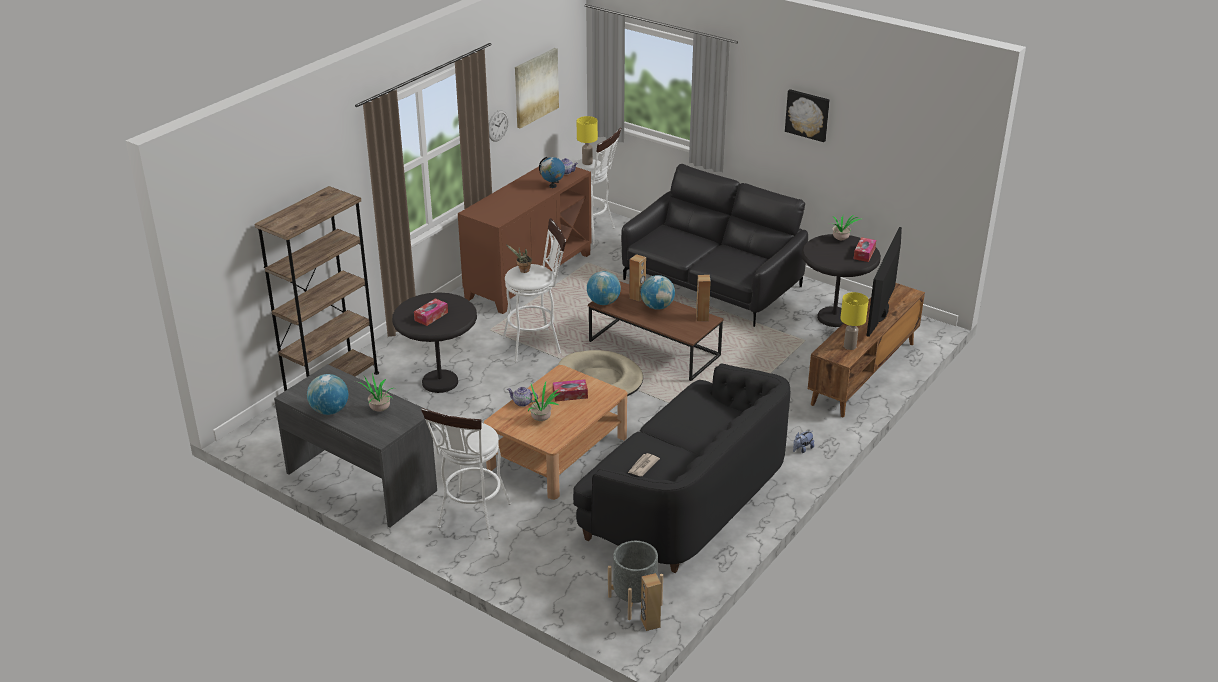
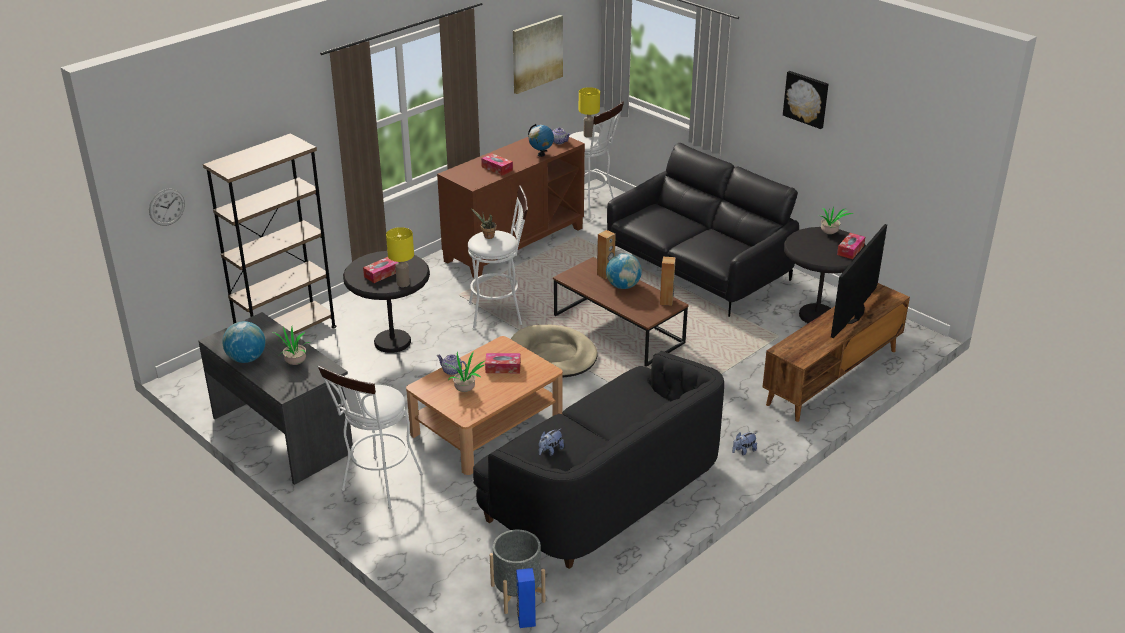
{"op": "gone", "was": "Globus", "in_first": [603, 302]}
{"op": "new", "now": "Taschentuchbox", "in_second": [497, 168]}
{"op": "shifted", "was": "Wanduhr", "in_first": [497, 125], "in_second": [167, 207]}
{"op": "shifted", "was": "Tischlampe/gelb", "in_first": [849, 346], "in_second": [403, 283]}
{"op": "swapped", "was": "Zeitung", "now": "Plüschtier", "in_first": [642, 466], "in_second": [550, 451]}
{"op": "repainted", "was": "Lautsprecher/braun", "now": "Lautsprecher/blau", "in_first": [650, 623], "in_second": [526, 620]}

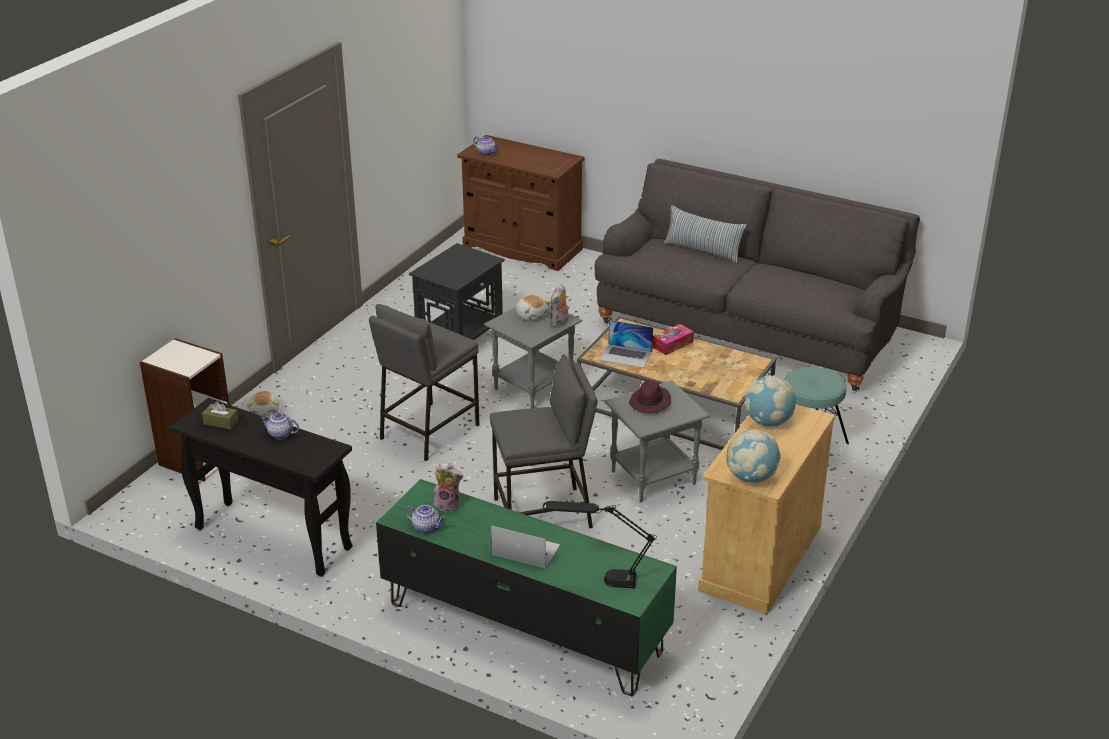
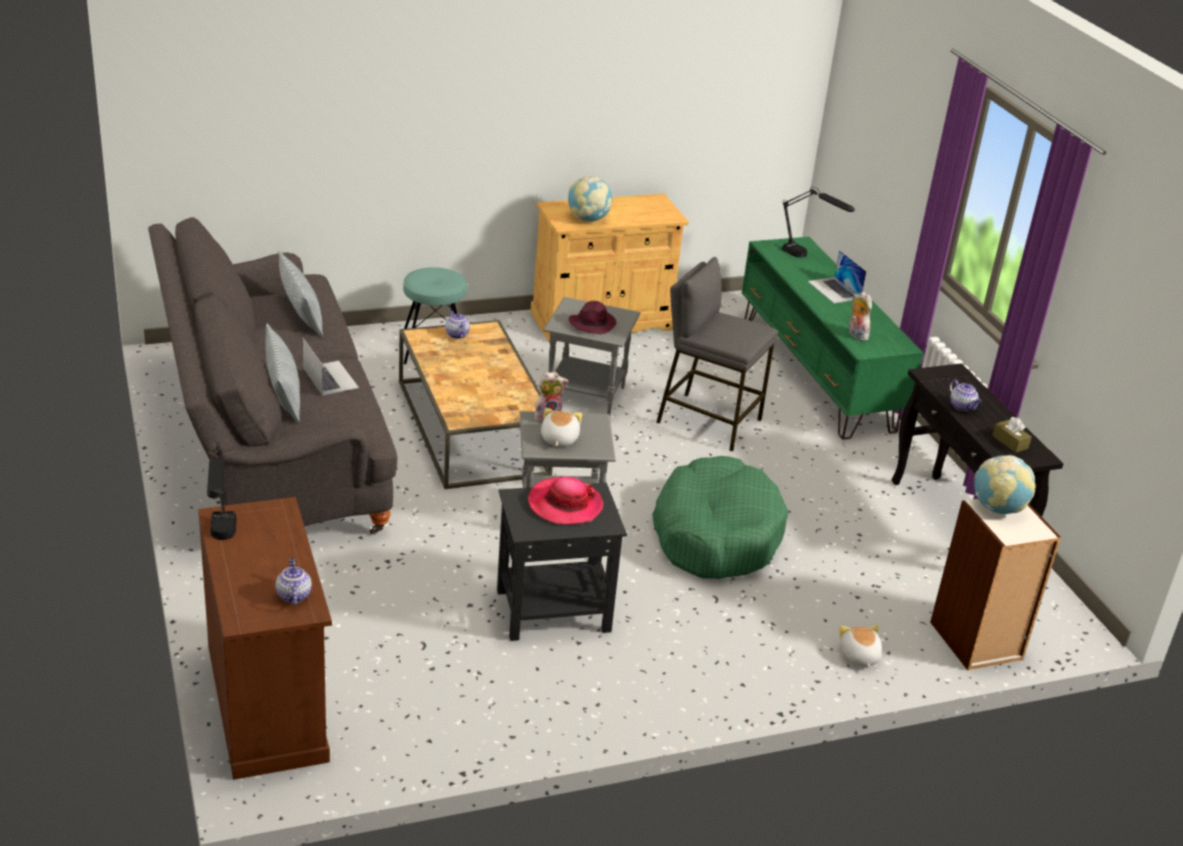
{"op": "gone", "was": "Taschentuchbox", "in_first": [672, 344]}
{"op": "new", "now": "Tischlampe/schwarz", "in_second": [222, 543]}
{"op": "new", "now": "Kissen", "in_second": [301, 313]}
{"op": "new", "now": "Hut", "in_second": [565, 504]}
{"op": "shifted", "was": "Teekanne", "in_first": [426, 527], "in_second": [456, 334]}
{"op": "shifted", "was": "Laptop", "in_first": [626, 356], "in_second": [330, 377]}
{"op": "shifted", "was": "Globus", "in_first": [751, 477], "in_second": [997, 508]}
{"op": "swapped", "was": "Hocker/grau", "now": "Hundebett/grün", "in_first": [428, 431], "in_second": [716, 535]}
{"op": "rotated", "was": "Plüschtier", "in_first": [265, 411], "in_second": [859, 656], "clockwise": -45}

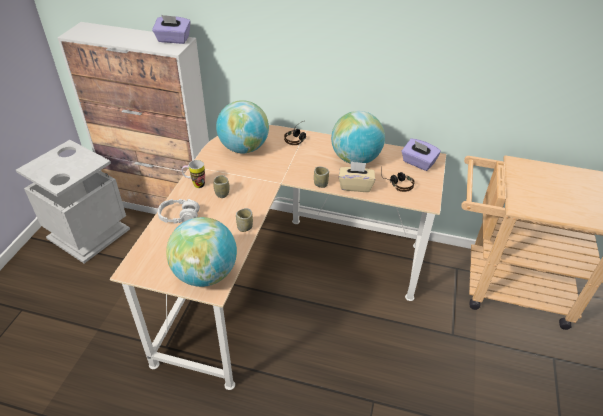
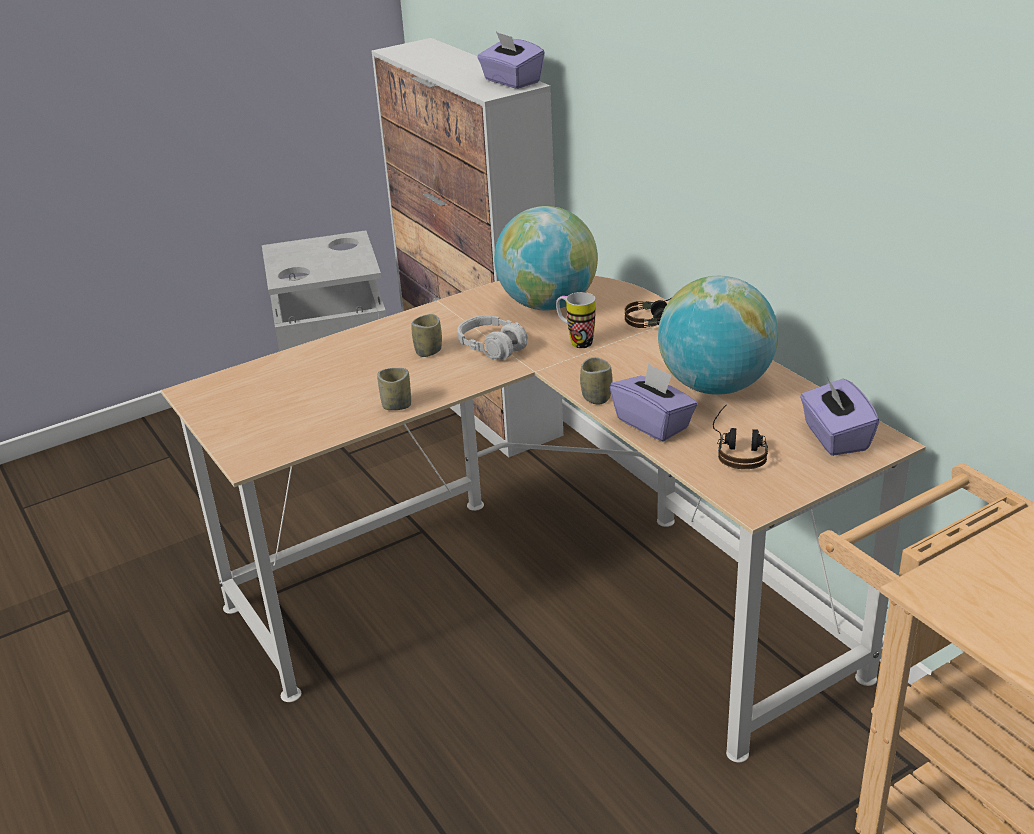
{"op": "gone", "was": "Globus", "in_first": [205, 274]}
{"op": "shifted", "was": "Kopfhörer/grau", "in_first": [179, 216], "in_second": [492, 347]}
{"op": "shifted", "was": "Henkelbecher", "in_first": [195, 185], "in_second": [575, 341]}
{"op": "repainted", "was": "Taschentuchbox/beige", "now": "Taschentuchbox/lila", "in_first": [355, 186], "in_second": [653, 423]}

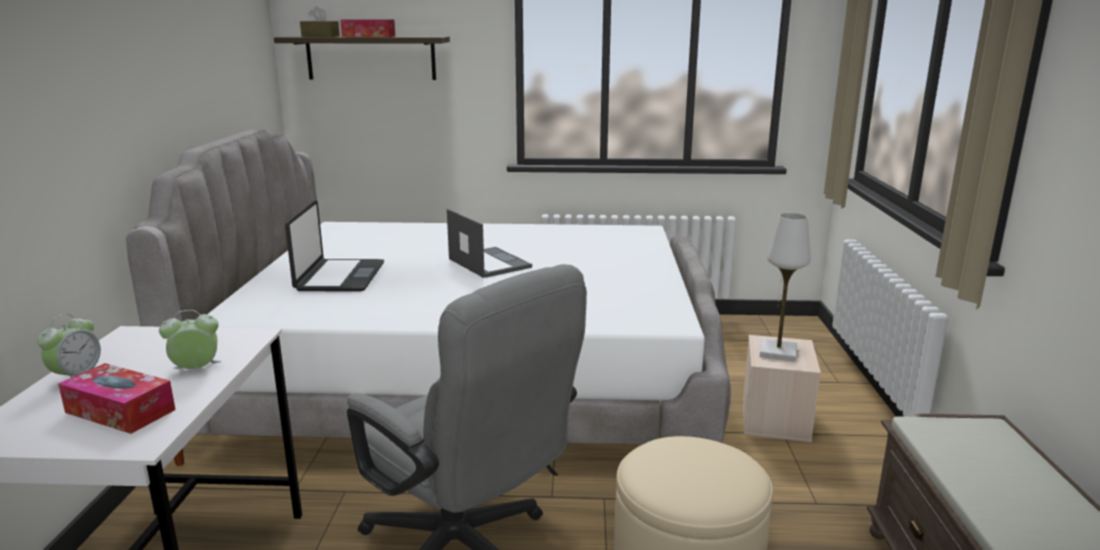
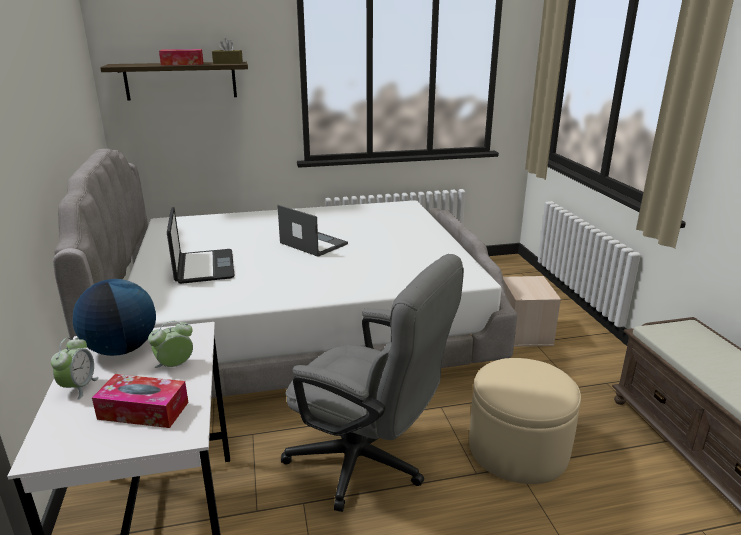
{"op": "gone", "was": "Tischlampe/weiß", "in_first": [778, 352]}
{"op": "new", "now": "Globus", "in_second": [122, 349]}
{"op": "shifted", "was": "Taschentuchbox/braun", "in_first": [320, 36], "in_second": [228, 63]}

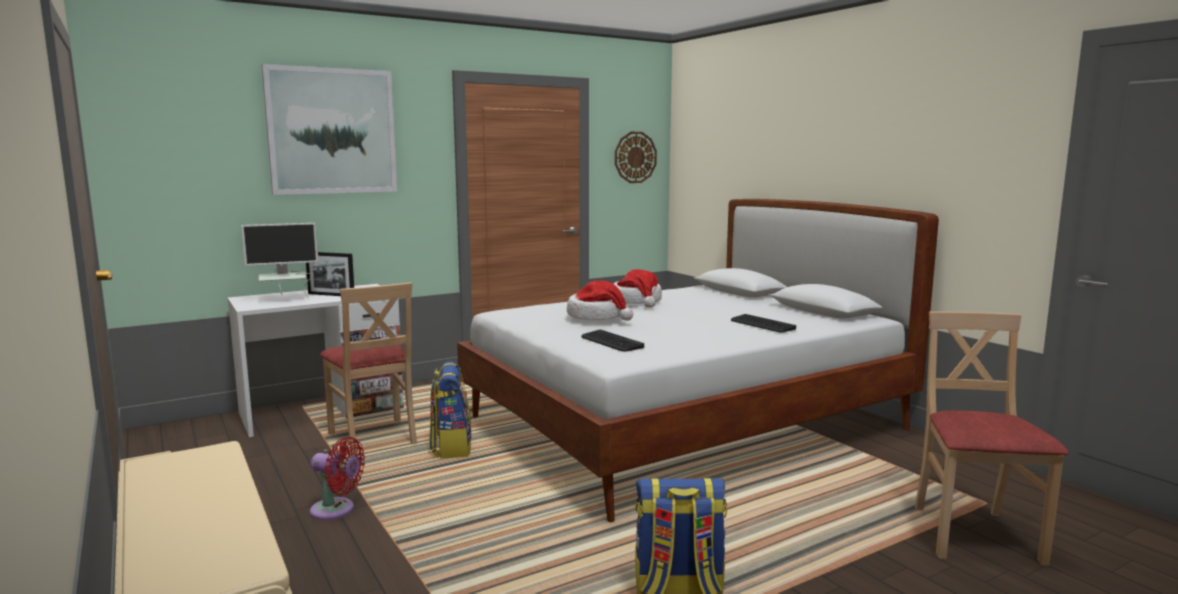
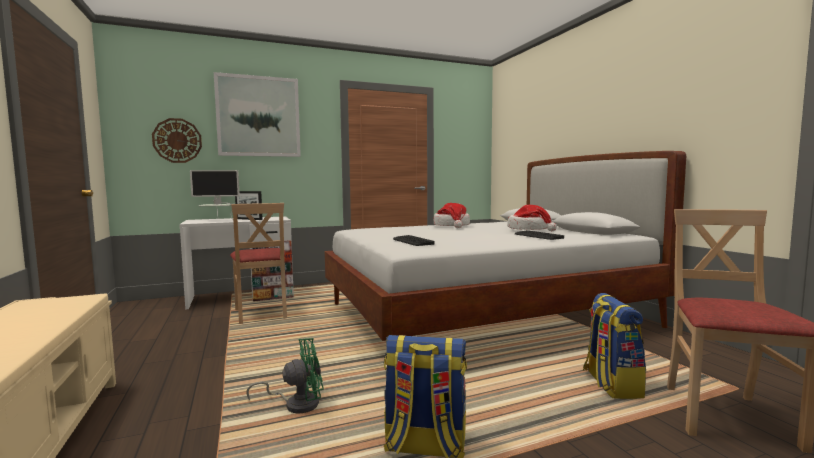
{"op": "gone", "was": "Ventilator/rot", "in_first": [336, 510]}
{"op": "new", "now": "Ventilator/grün", "in_second": [296, 404]}
{"op": "shifted", "was": "Rucksack", "in_first": [451, 447], "in_second": [611, 384]}
{"op": "shifted", "was": "Hut", "in_first": [597, 316], "in_second": [529, 229]}
{"op": "shifted", "was": "Wanduhr", "in_first": [635, 157], "in_second": [177, 140]}

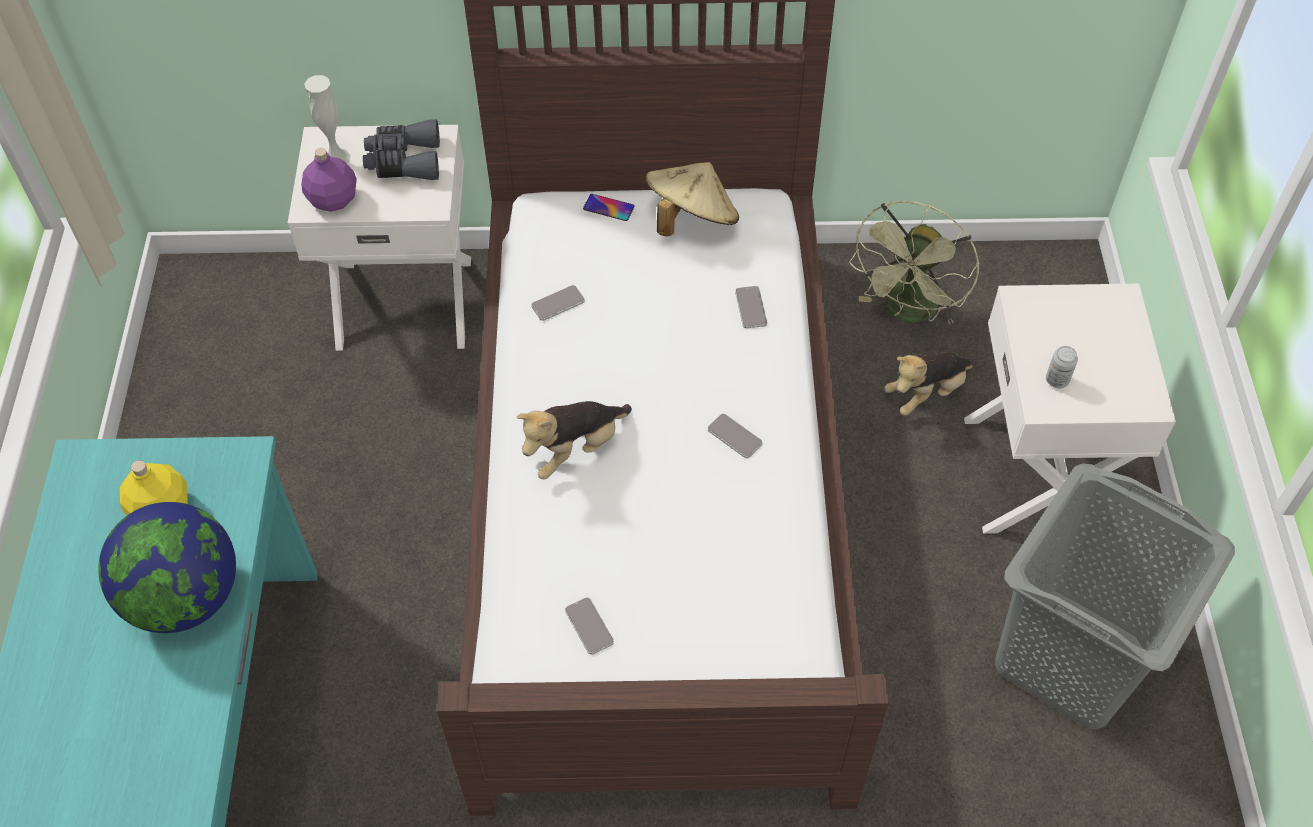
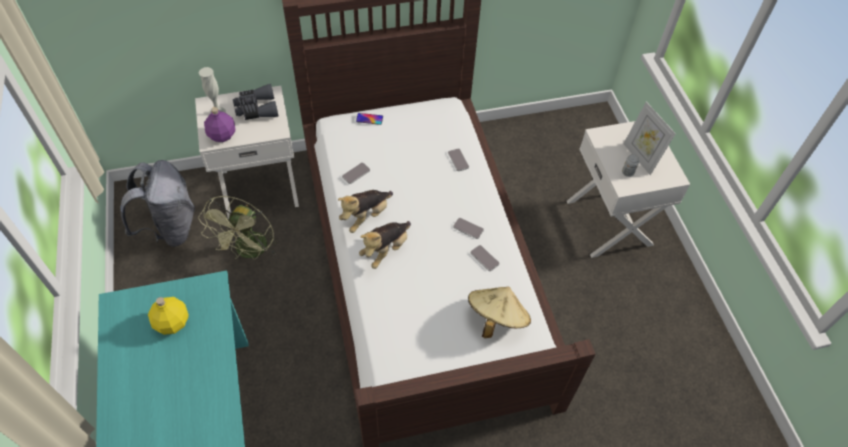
{"op": "gone", "was": "Globus", "in_first": [185, 597]}
{"op": "gone", "was": "Wäschekorb/grau", "in_first": [1072, 657]}
{"op": "new", "now": "Rucksack/grau", "in_second": [170, 228]}
{"op": "new", "now": "Bilderrahmen", "in_second": [640, 157]}
{"op": "shifted", "was": "Handy", "in_first": [589, 626], "in_second": [484, 258]}
{"op": "shifted", "was": "Hut/beige", "in_first": [691, 219], "in_second": [496, 318]}
{"op": "shifted", "was": "Ventilator/grün", "in_first": [908, 312], "in_second": [249, 252]}
{"op": "shifted", "was": "Plüschtier", "in_first": [926, 393], "in_second": [366, 216]}

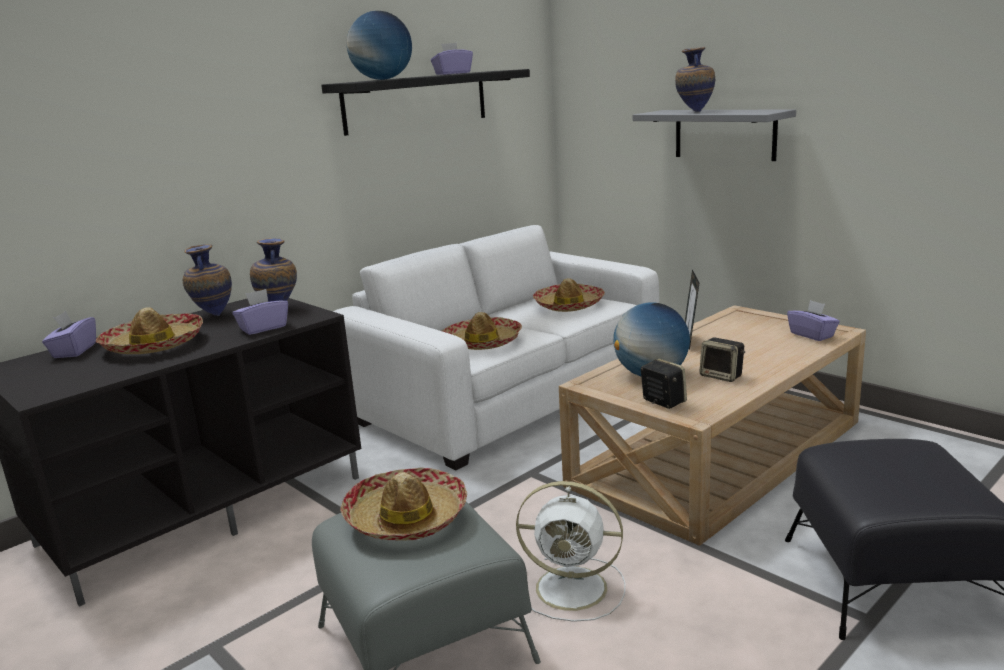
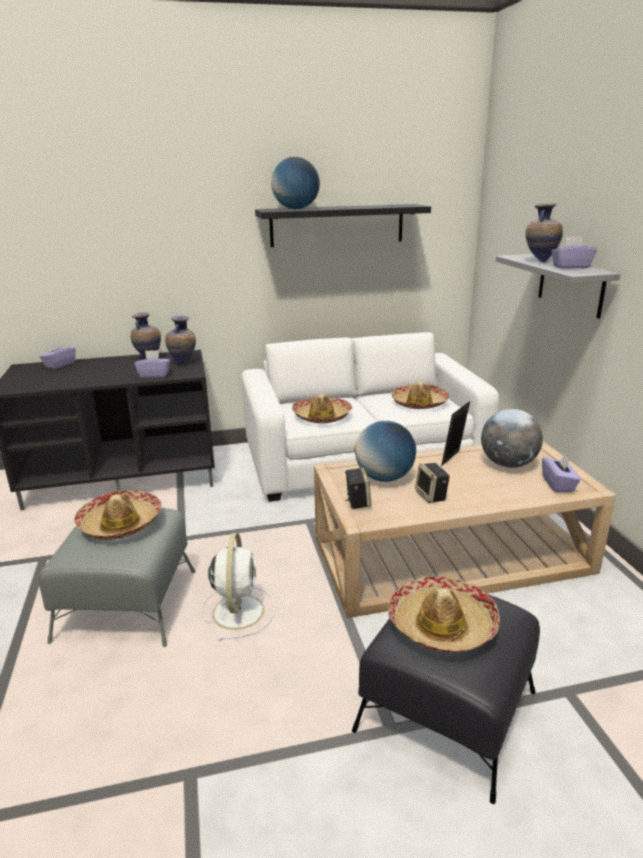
{"op": "new", "now": "Globus", "in_second": [508, 464]}
{"op": "shifted", "was": "Hut", "in_first": [154, 345], "in_second": [442, 625]}
{"op": "shifted", "was": "Taschentuchbox/lila", "in_first": [452, 74], "in_second": [570, 267]}
{"op": "rotated", "was": "Ventilator/weiß", "in_first": [574, 588], "in_second": [238, 610], "clockwise": -135}

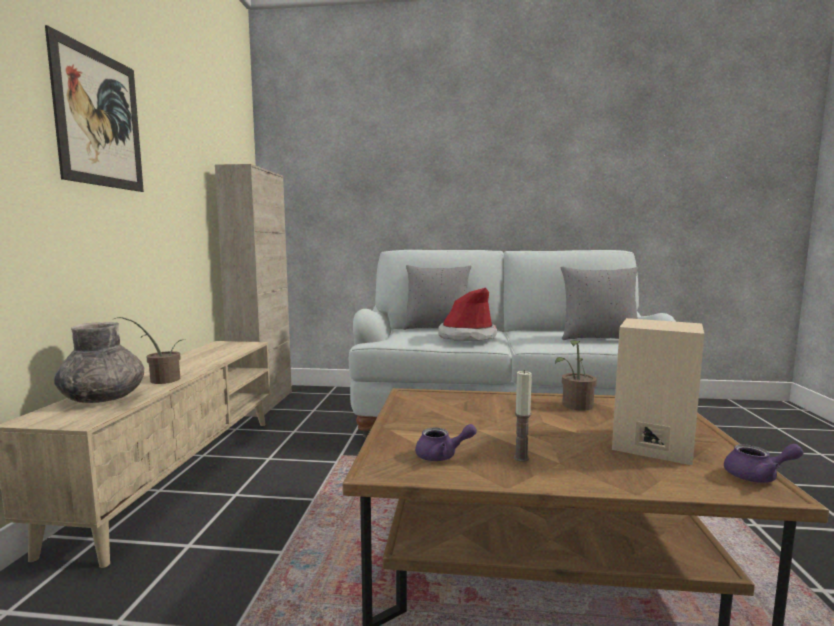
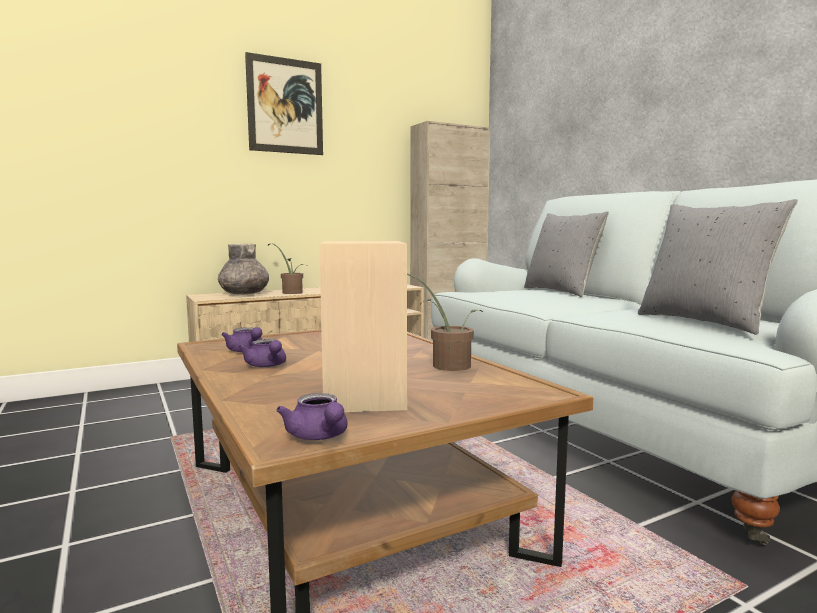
{"op": "gone", "was": "Hut", "in_first": [467, 336]}
{"op": "swapped", "was": "Kerze", "now": "Teekanne/lila", "in_first": [521, 458], "in_second": [267, 366]}

